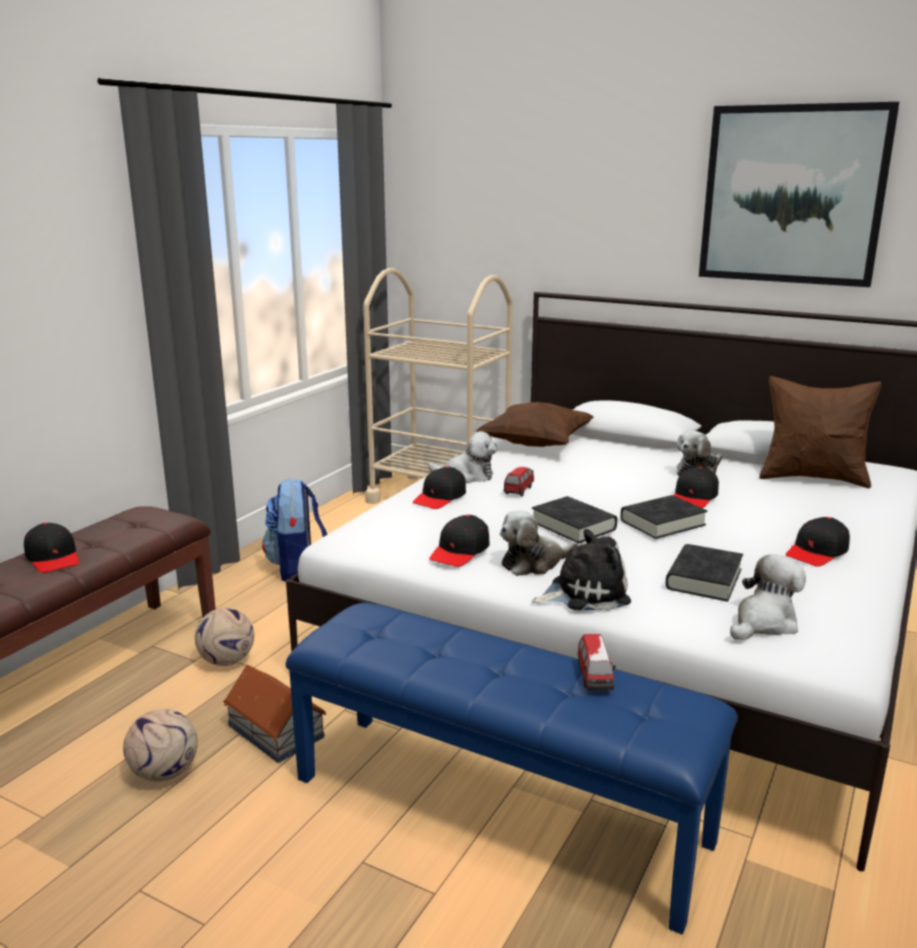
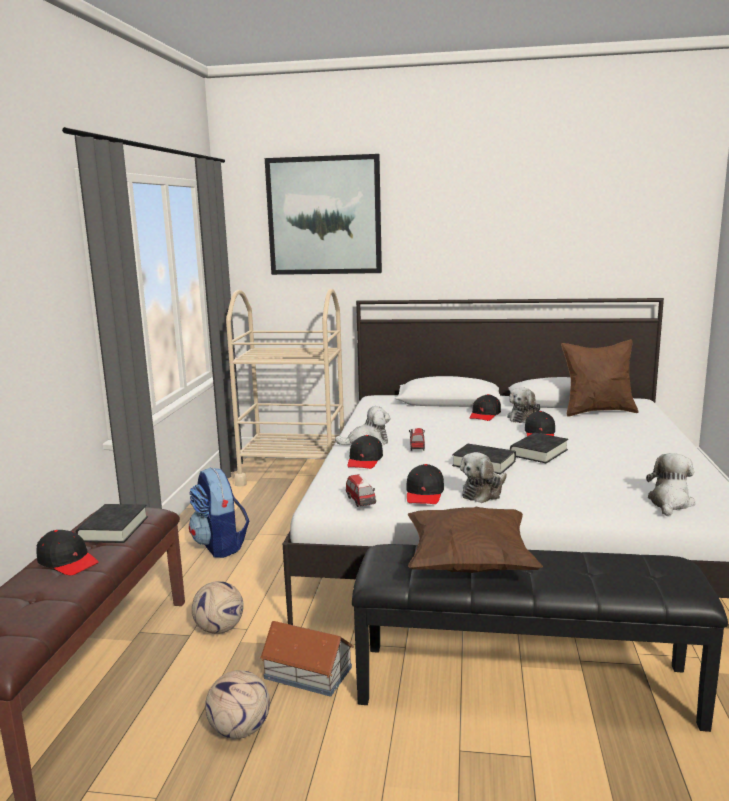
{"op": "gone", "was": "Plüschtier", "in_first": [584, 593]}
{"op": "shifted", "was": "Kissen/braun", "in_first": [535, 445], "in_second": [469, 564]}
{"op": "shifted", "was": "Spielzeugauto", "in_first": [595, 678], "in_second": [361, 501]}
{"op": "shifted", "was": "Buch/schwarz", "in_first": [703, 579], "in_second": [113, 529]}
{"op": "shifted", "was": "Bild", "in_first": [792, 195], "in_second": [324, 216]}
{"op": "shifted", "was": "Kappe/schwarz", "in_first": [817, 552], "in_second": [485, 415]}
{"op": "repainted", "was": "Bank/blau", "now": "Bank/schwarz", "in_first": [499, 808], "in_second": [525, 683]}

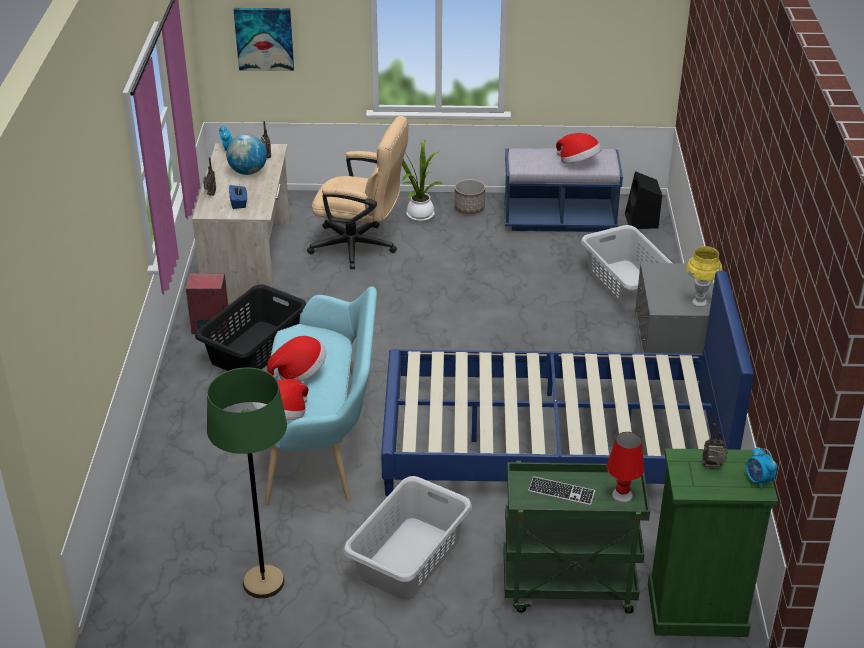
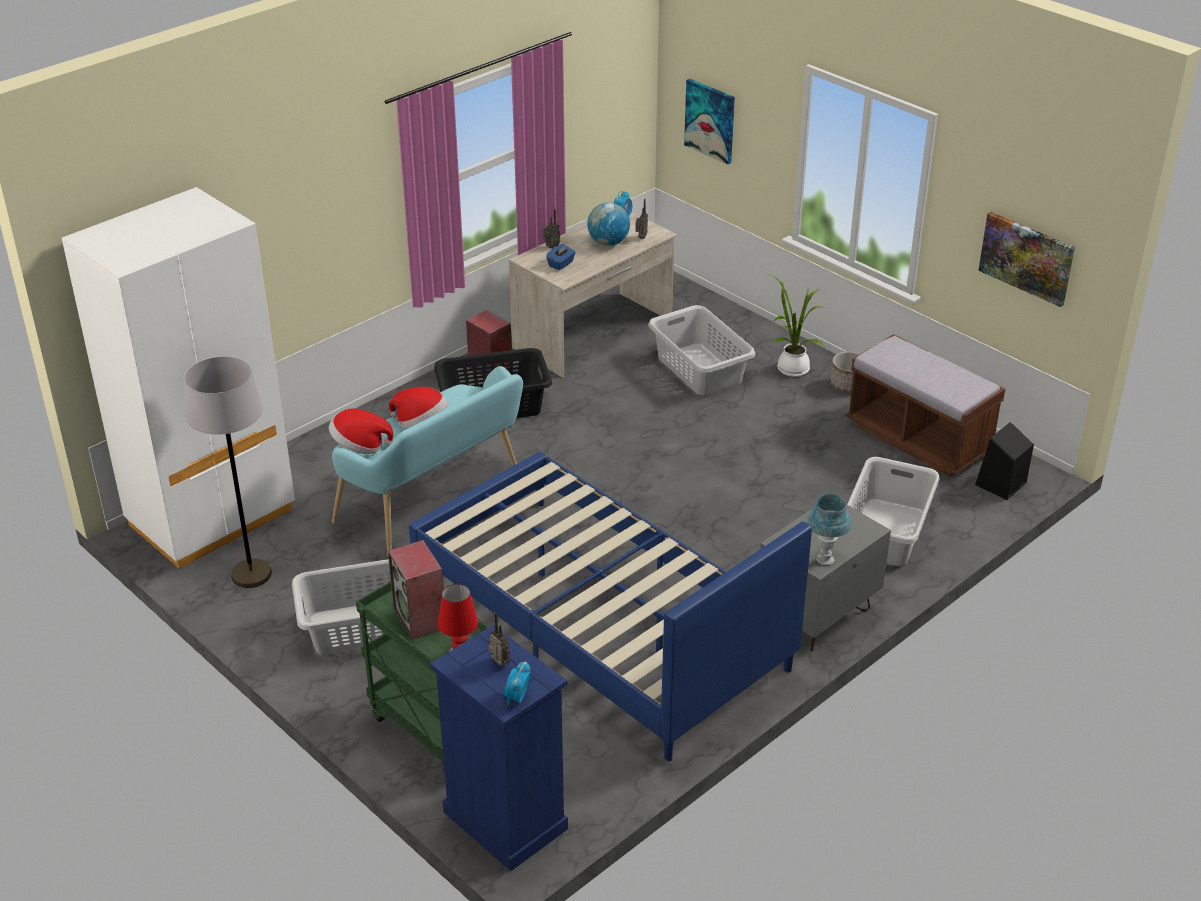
{"op": "gone", "was": "Hut", "in_first": [578, 162]}
{"op": "new", "now": "Kleiderschrank/weiß", "in_second": [211, 518]}
{"op": "new", "now": "Bild", "in_second": [1027, 258]}
{"op": "swapped", "was": "Bürostuhl/beige", "now": "Wäschekorb/grau", "in_first": [361, 247], "in_second": [699, 370]}
{"op": "swapped", "was": "Tastatur", "now": "Lautsprecher", "in_first": [561, 492], "in_second": [421, 619]}
{"op": "repainted", "was": "Stehlampe/grün", "now": "Stehlampe/grau", "in_first": [263, 583], "in_second": [251, 575]}
{"op": "repainted", "was": "Bank/blau", "now": "Bank/braun", "in_first": [559, 219], "in_second": [918, 439]}
{"op": "repainted", "was": "Kommode/grün", "now": "Kommode/blau", "in_first": [696, 610], "in_second": [504, 820]}
{"op": "repainted", "was": "Tischlampe/gelb", "now": "Tischlampe/blau", "in_first": [699, 302], "in_second": [825, 560]}

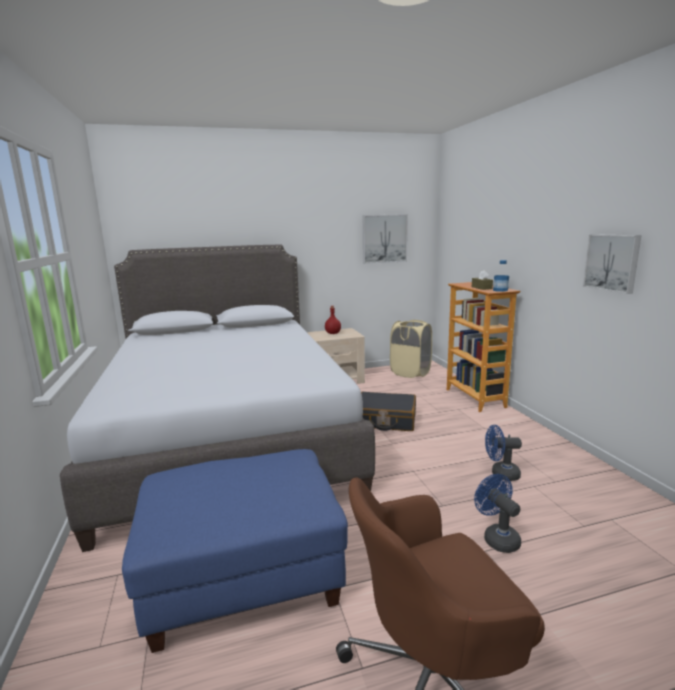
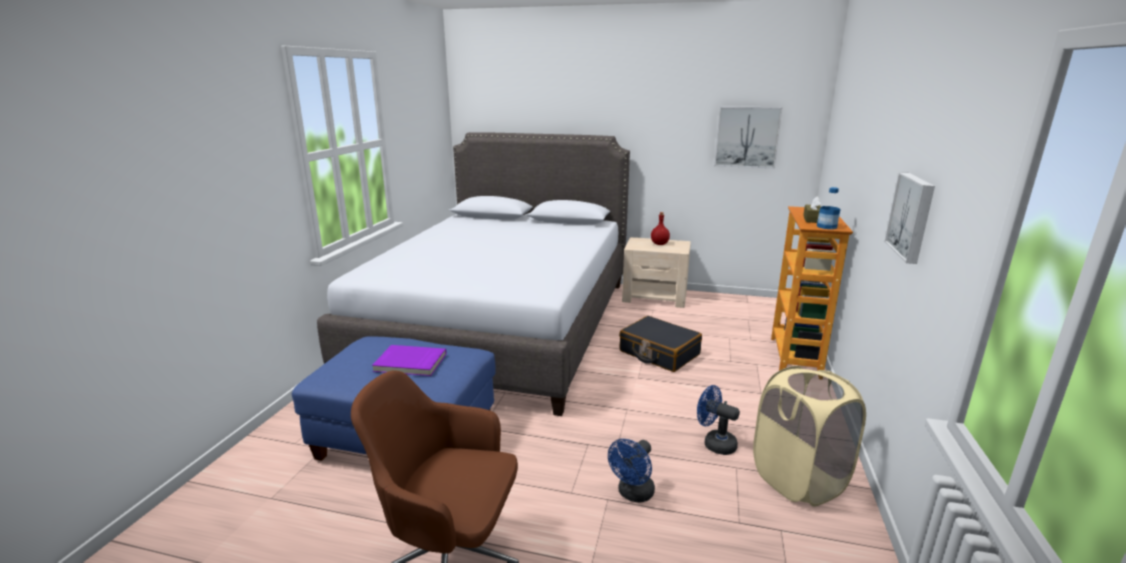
{"op": "new", "now": "Buch/lila", "in_second": [410, 363]}
{"op": "shifted", "was": "Wäschekorb/beige", "in_first": [410, 372], "in_second": [798, 480]}
{"op": "rotated", "was": "Ventilator/blau", "in_first": [497, 537], "in_second": [633, 494], "clockwise": -150}

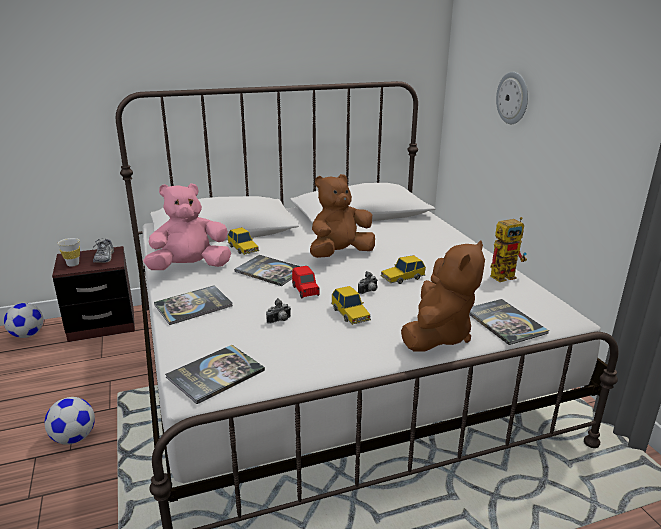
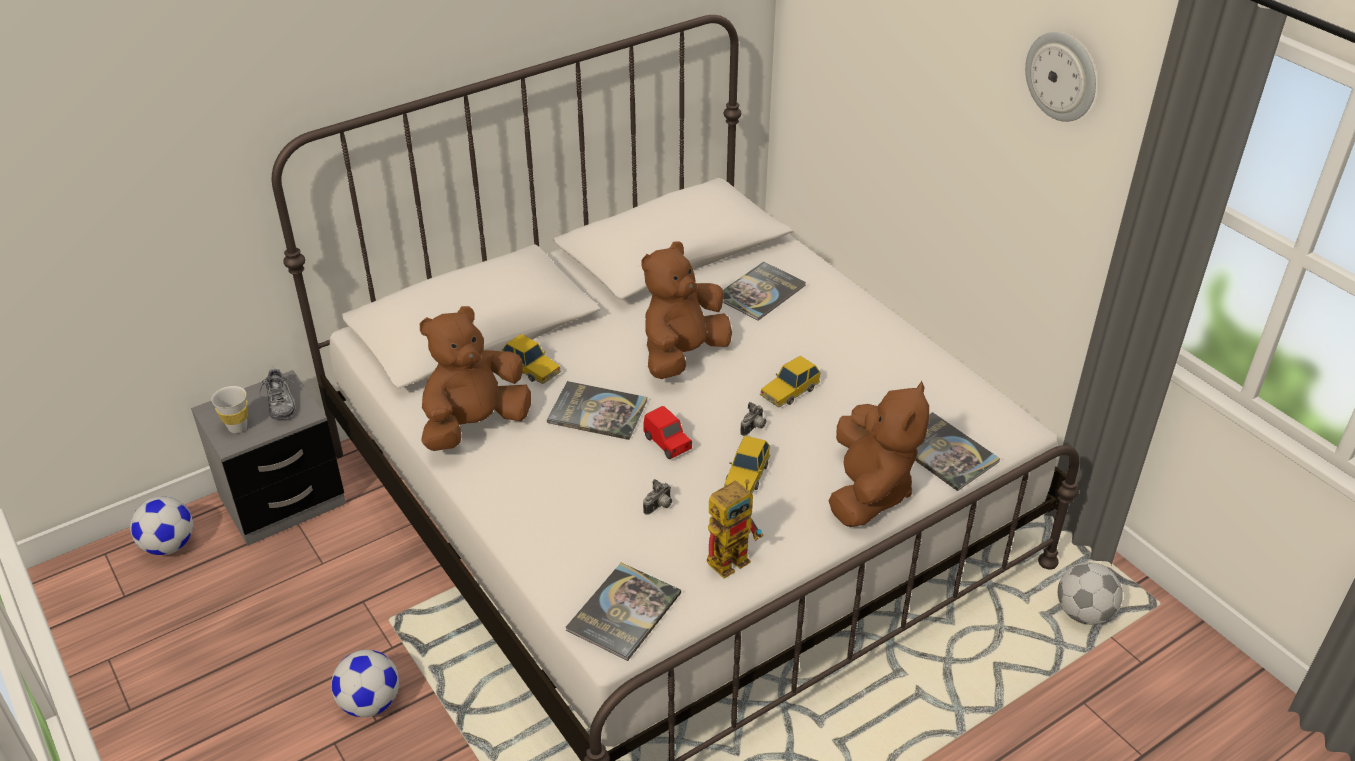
{"op": "new", "now": "Fußball", "in_second": [1084, 613]}
{"op": "shifted", "was": "Buch", "in_first": [193, 305], "in_second": [760, 292]}
{"op": "shifted", "was": "Spielzeugroboter", "in_first": [505, 275], "in_second": [733, 556]}
{"op": "shifted", "was": "Wanduhr", "in_first": [513, 98], "in_second": [1062, 76]}
{"op": "repainted", "was": "Nachttisch/braun", "now": "Nachttisch/grau", "in_first": [102, 324], "in_second": [283, 501]}
{"op": "repainted", "was": "Plüschtier/rosa", "now": "Plüschtier/braun", "in_first": [190, 267], "in_second": [474, 425]}
{"op": "rotated", "was": "Spielzeugauto", "in_first": [350, 314], "in_second": [746, 475], "clockwise": 60}

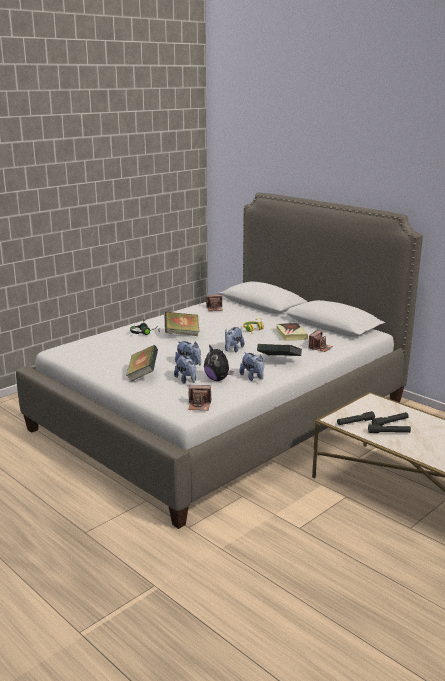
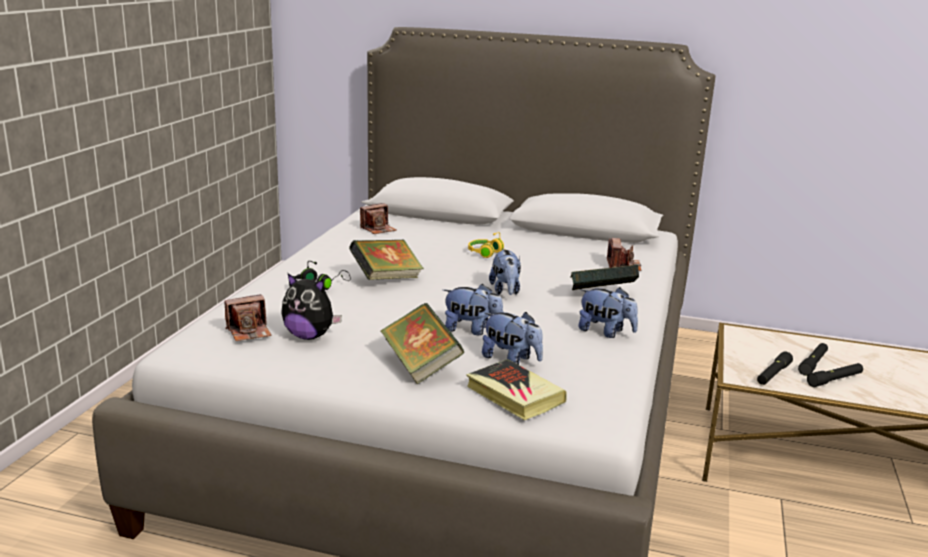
{"op": "shifted", "was": "Kamera", "in_first": [199, 405], "in_second": [249, 332]}
{"op": "shifted", "was": "Plüschtier", "in_first": [218, 379], "in_second": [309, 336]}
{"op": "shifted", "was": "Buch", "in_first": [291, 334], "in_second": [514, 395]}

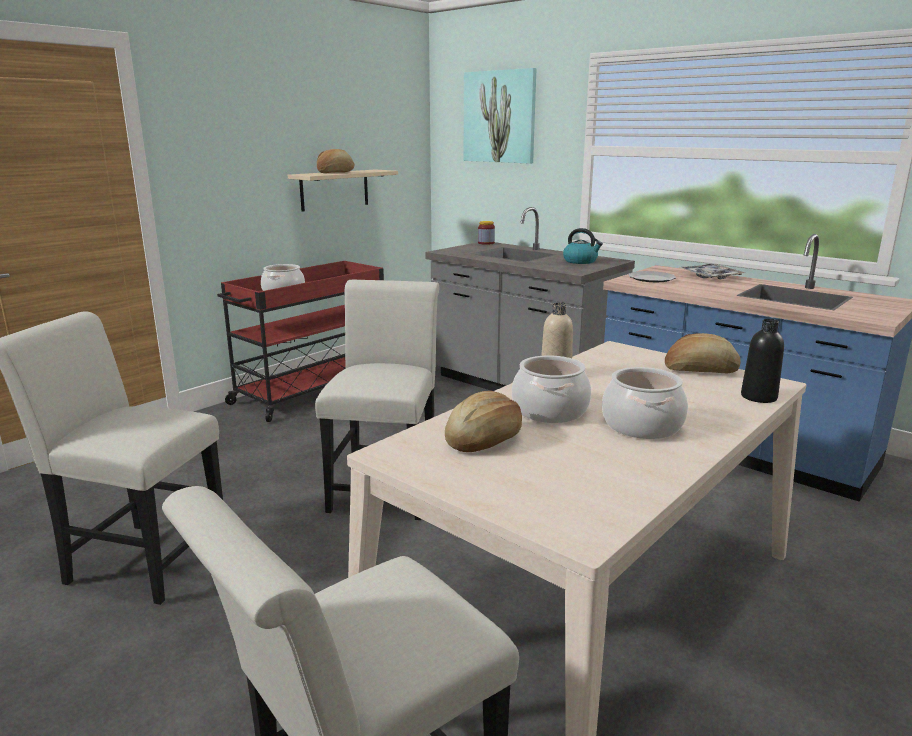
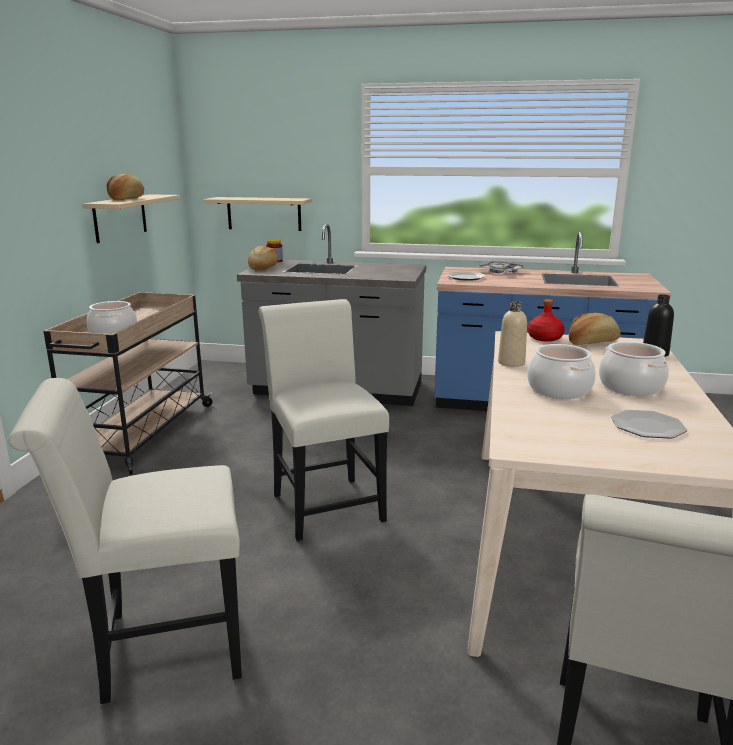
{"op": "gone", "was": "Bild", "in_first": [499, 117]}
{"op": "gone", "was": "Wasserkessel", "in_first": [581, 261]}
{"op": "new", "now": "Wandregal/beige", "in_second": [264, 213]}
{"op": "new", "now": "Flasche/rot", "in_second": [545, 338]}
{"op": "new", "now": "Teller", "in_second": [647, 426]}
{"op": "shifted", "was": "Brot", "in_first": [485, 440], "in_second": [263, 268]}
{"op": "repainted", "was": "Rollwagen/rot", "now": "Rollwagen/beige", "in_first": [312, 391], "in_second": [141, 434]}

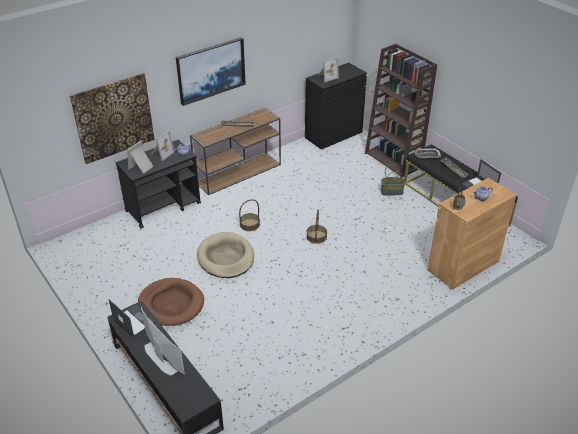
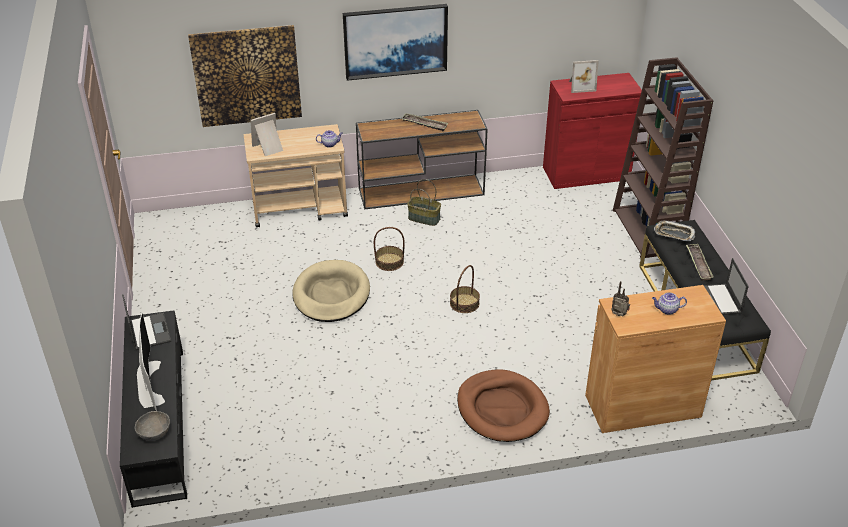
{"op": "gone", "was": "Bilderrahmen", "in_first": [161, 153]}
{"op": "new", "now": "Schüssel/grau", "in_second": [154, 433]}
{"op": "shifted", "was": "Hundebett/braun", "in_first": [171, 304], "in_second": [502, 409]}
{"op": "shifted", "was": "Korb", "in_first": [392, 191], "in_second": [424, 218]}
{"op": "repainted", "was": "Rollwagen/schwarz", "now": "Rollwagen/beige", "in_first": [163, 207], "in_second": [300, 209]}
{"op": "repainted", "was": "Schrank/schwarz", "now": "Schrank/rot", "in_first": [333, 135], "in_second": [586, 173]}

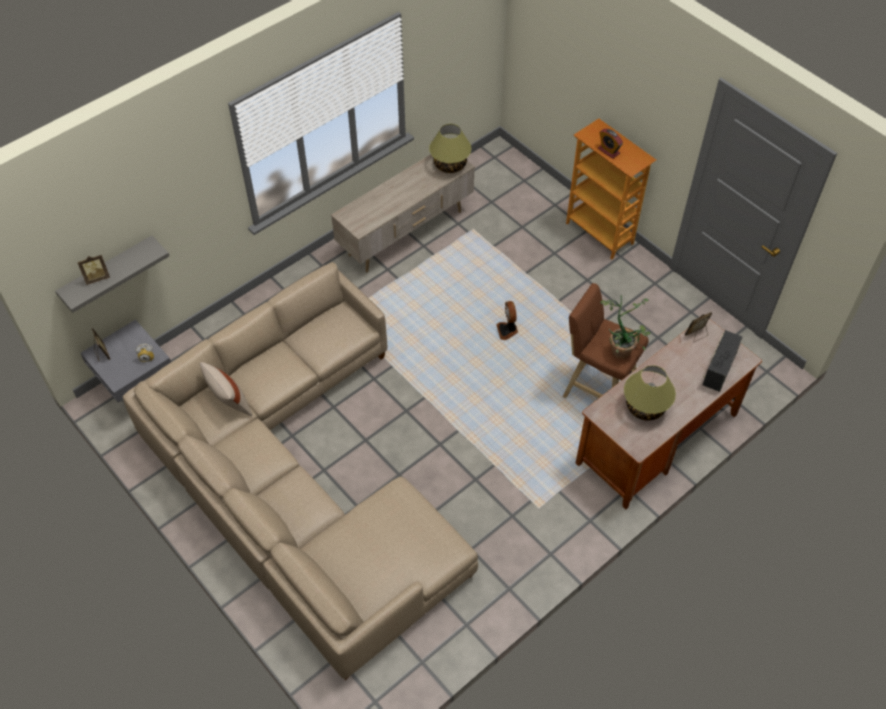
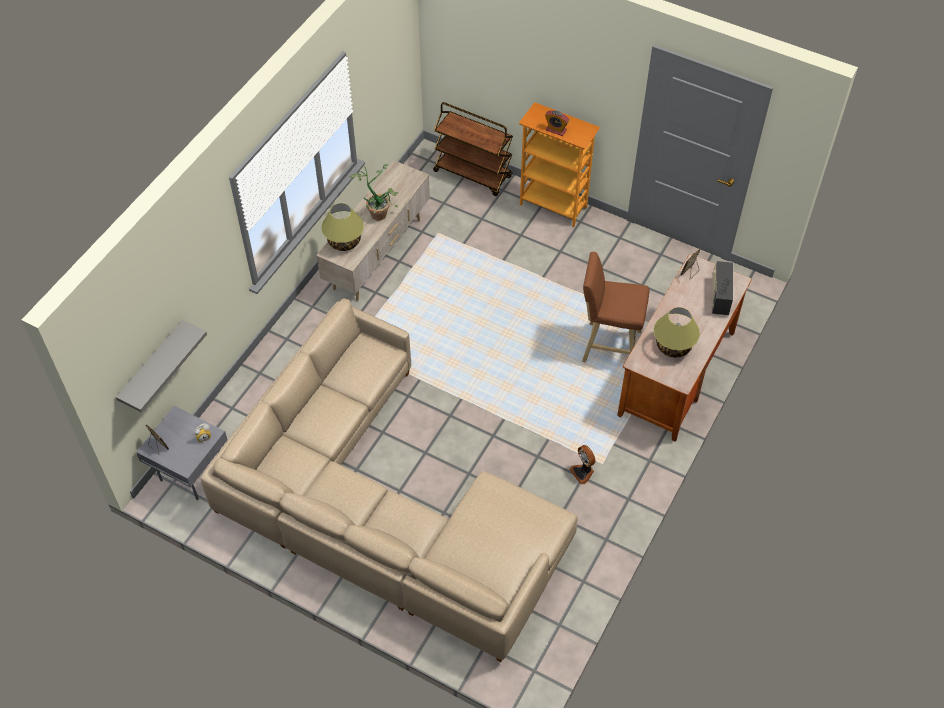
{"op": "gone", "was": "Bilderrahmen", "in_first": [97, 277]}
{"op": "gone", "was": "Kissen/beige", "in_first": [230, 403]}
{"op": "new", "now": "Rollwagen/braun", "in_second": [473, 174]}
{"op": "shifted", "was": "Tischlampe", "in_first": [449, 164], "in_second": [344, 241]}
{"op": "shifted", "was": "Ventilator", "in_first": [507, 330], "in_second": [583, 472]}
{"op": "shifted", "was": "Topfpflanze", "in_first": [622, 347], "in_second": [379, 211]}

